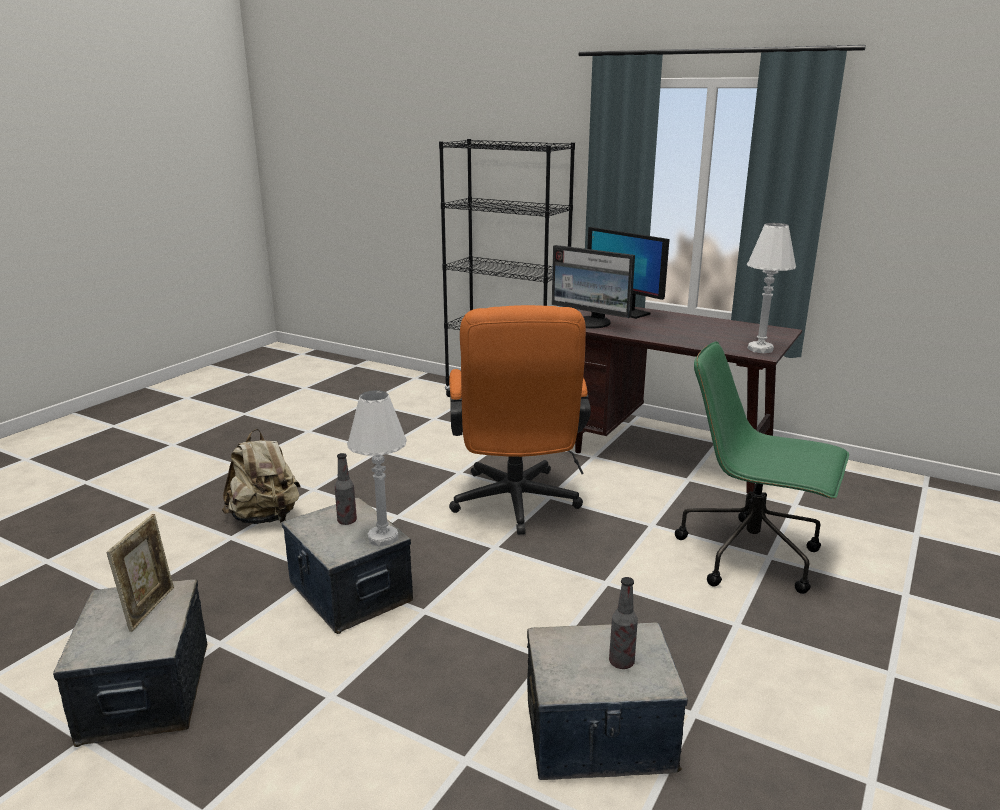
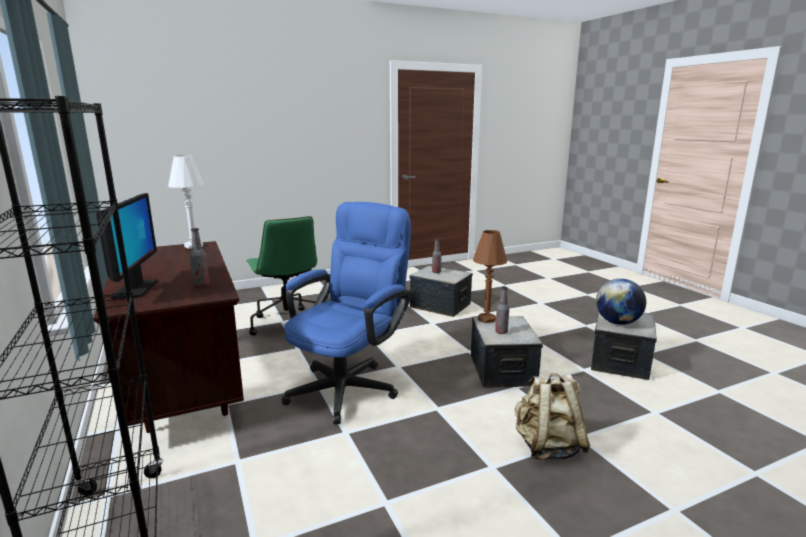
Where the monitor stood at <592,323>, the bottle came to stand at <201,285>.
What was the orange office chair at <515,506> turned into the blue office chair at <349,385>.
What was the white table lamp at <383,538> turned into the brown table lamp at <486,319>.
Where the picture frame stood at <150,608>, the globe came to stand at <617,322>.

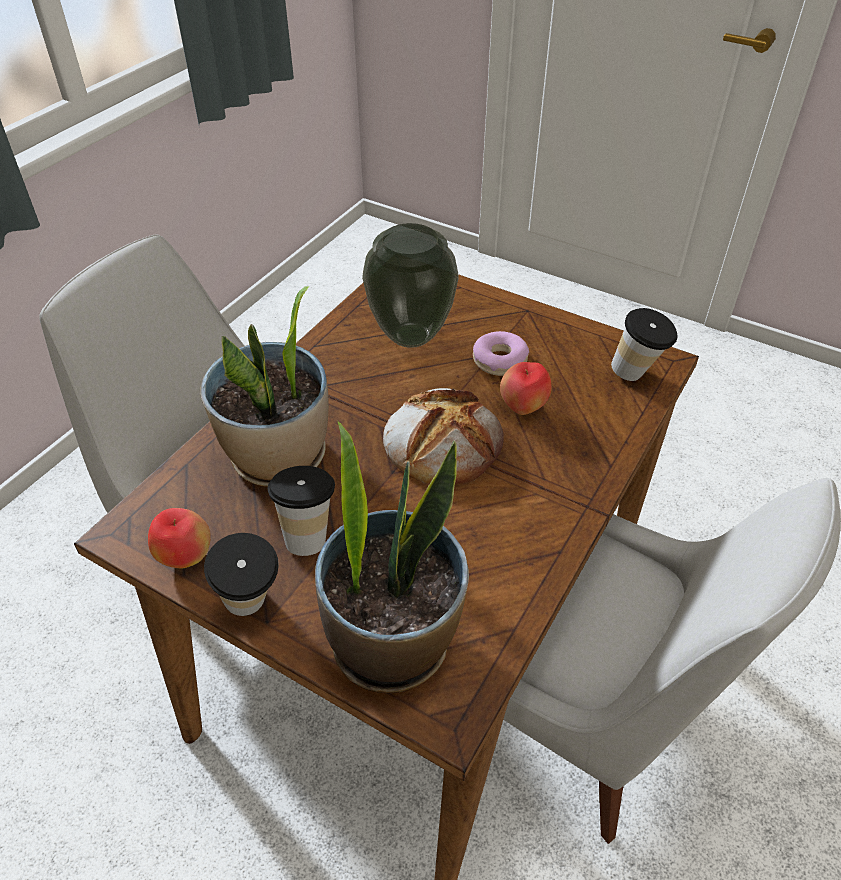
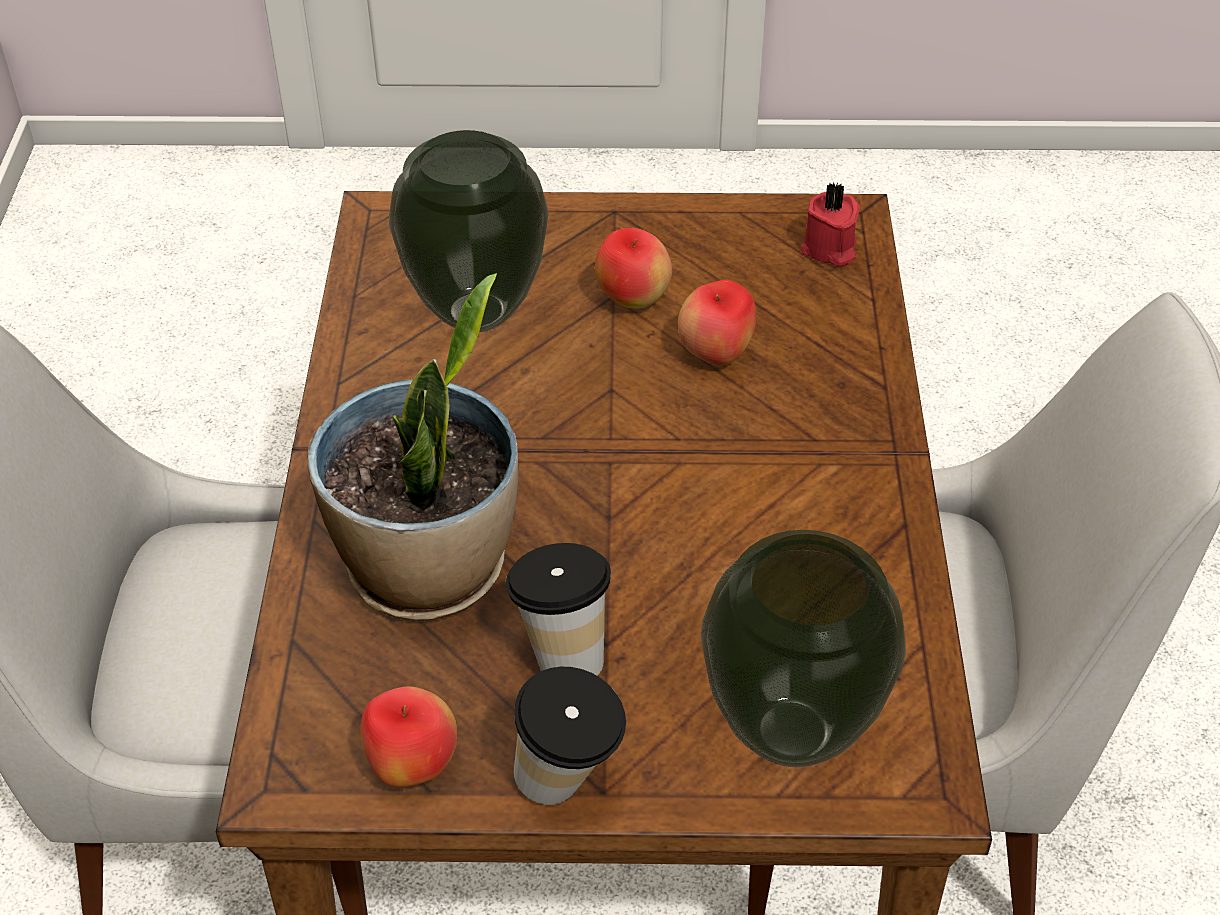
Where the cup stood at <637,374>, the red candle came to stand at <829,249>.
Where the donut stood at <500,360>, the apple came to stand at <633,300>.
The second view lost the bread at <442,441>.
Where the potted plant stood at <392,642>, the vase came to stand at <789,734>.

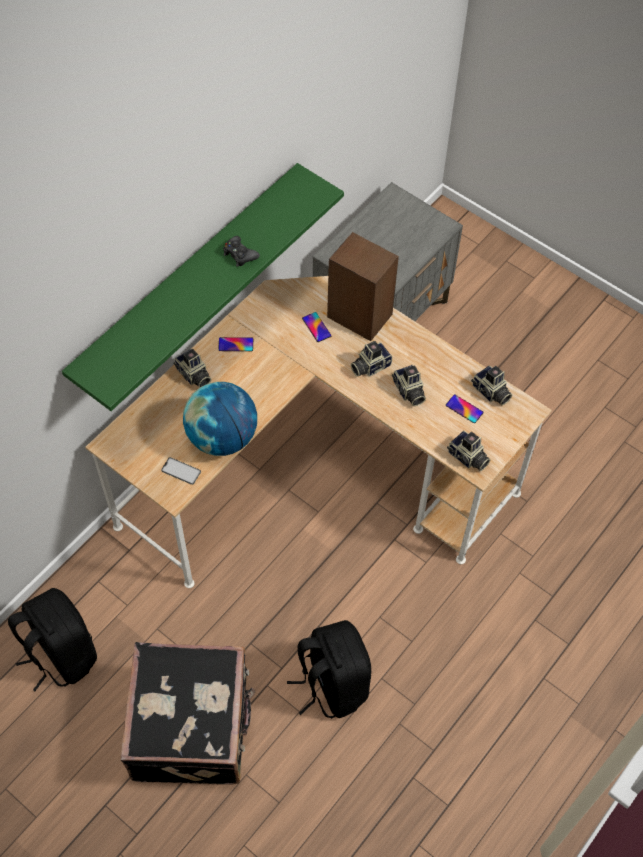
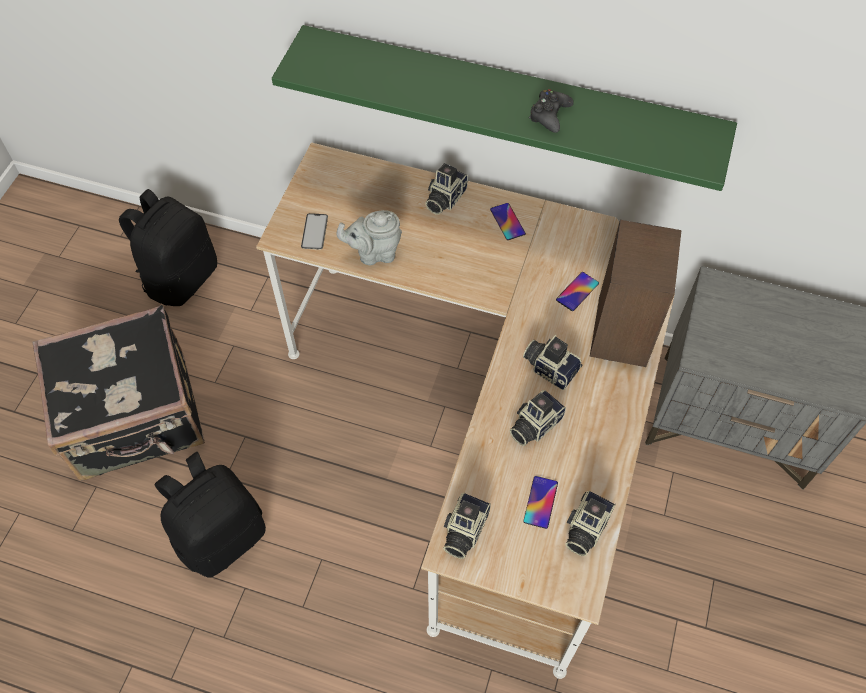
Where the globe stood at <222,437>, the grey teapot came to stand at <374,253>.

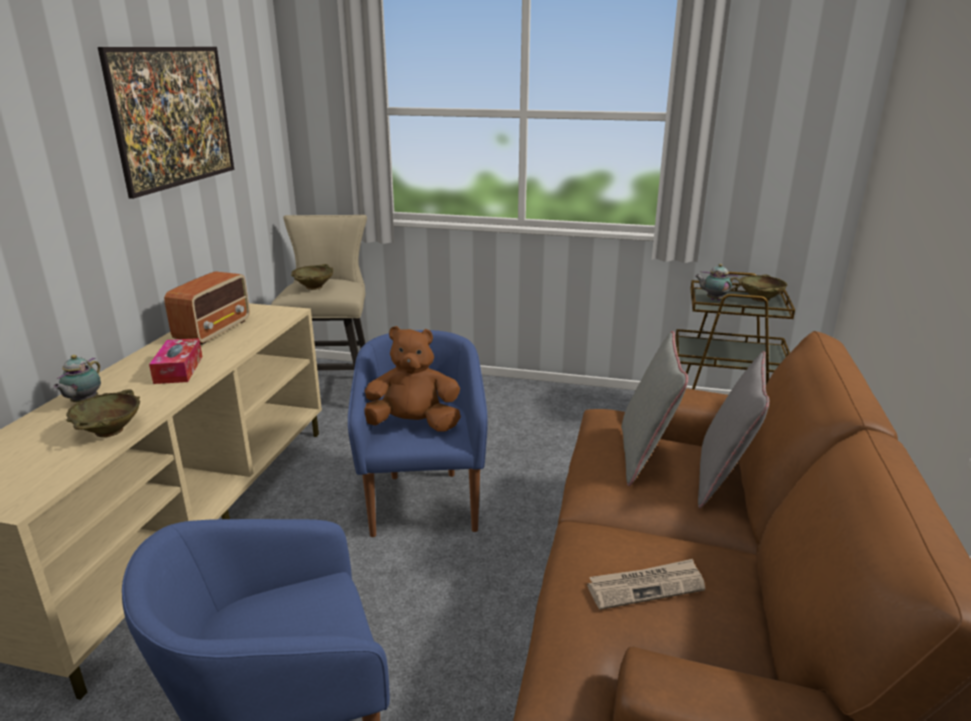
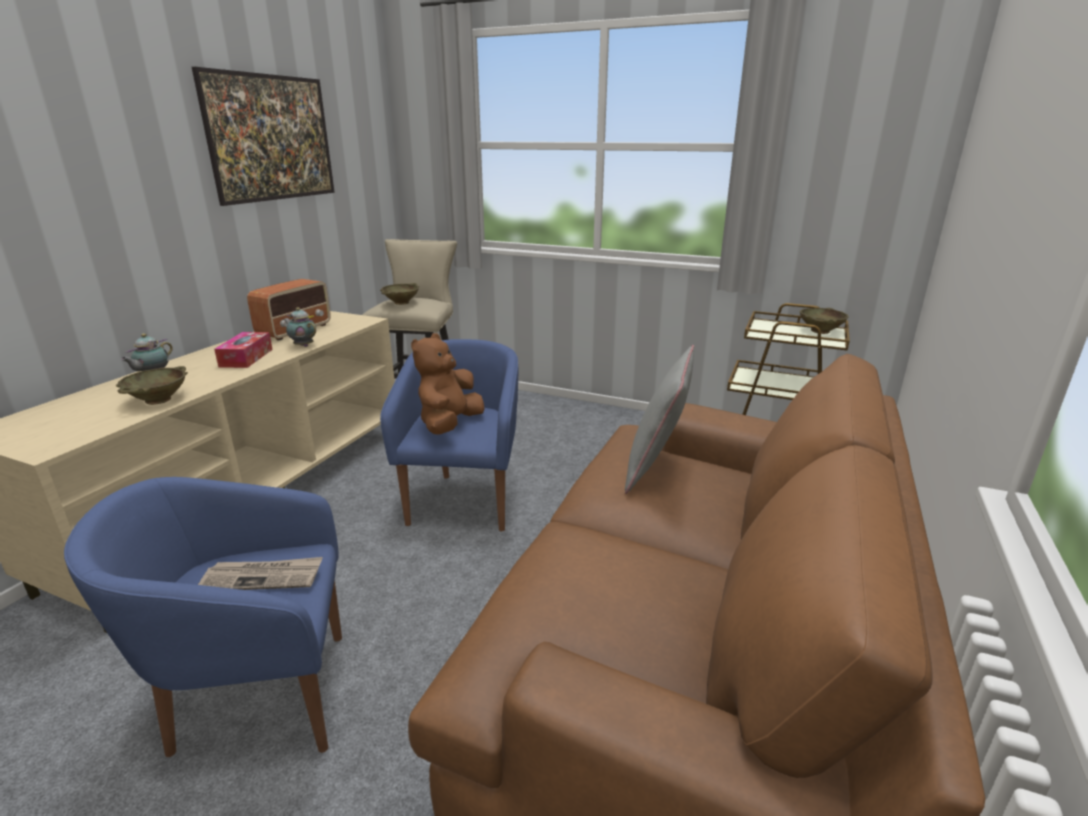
The teapot ended up elsewhere, having gone from <714,299> to <303,345>.
The brown plush toy at <412,425> ended up facing another way, 75 degrees counterclockwise from before.
The second view lost the grey pillow at <723,479>.
The newspaper ended up elsewhere, having gone from <646,586> to <263,577>.

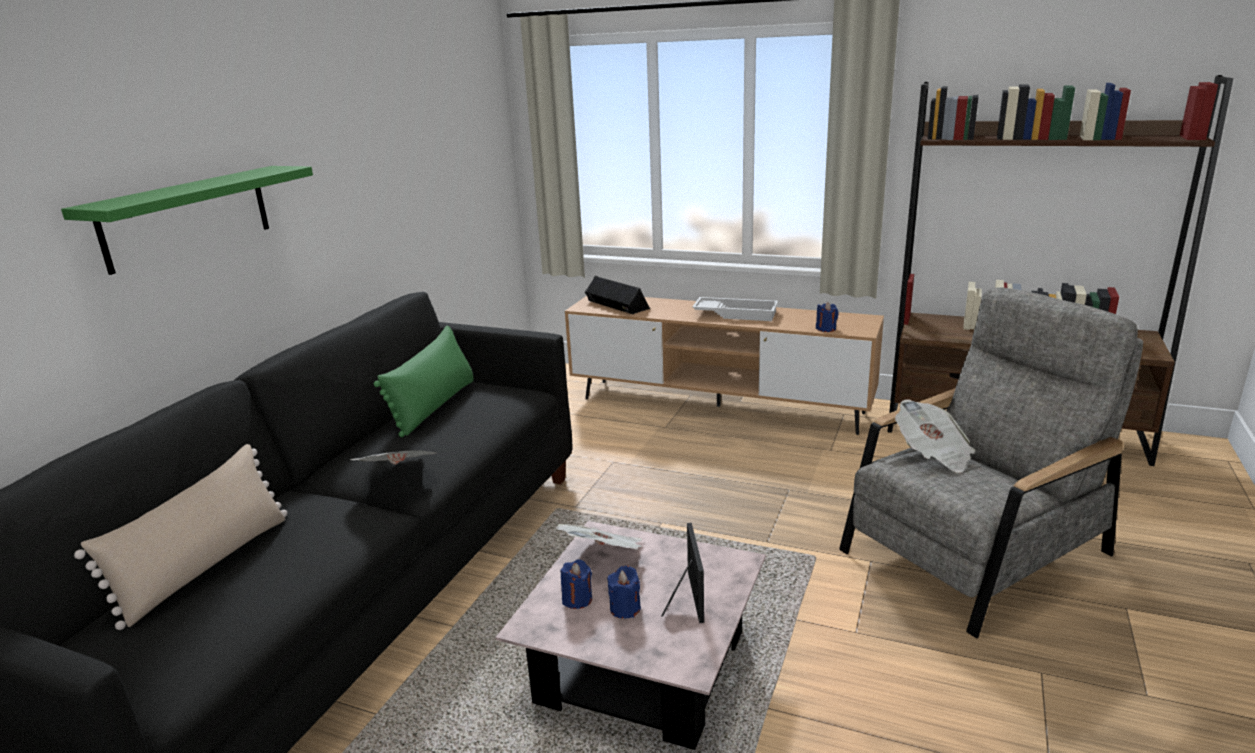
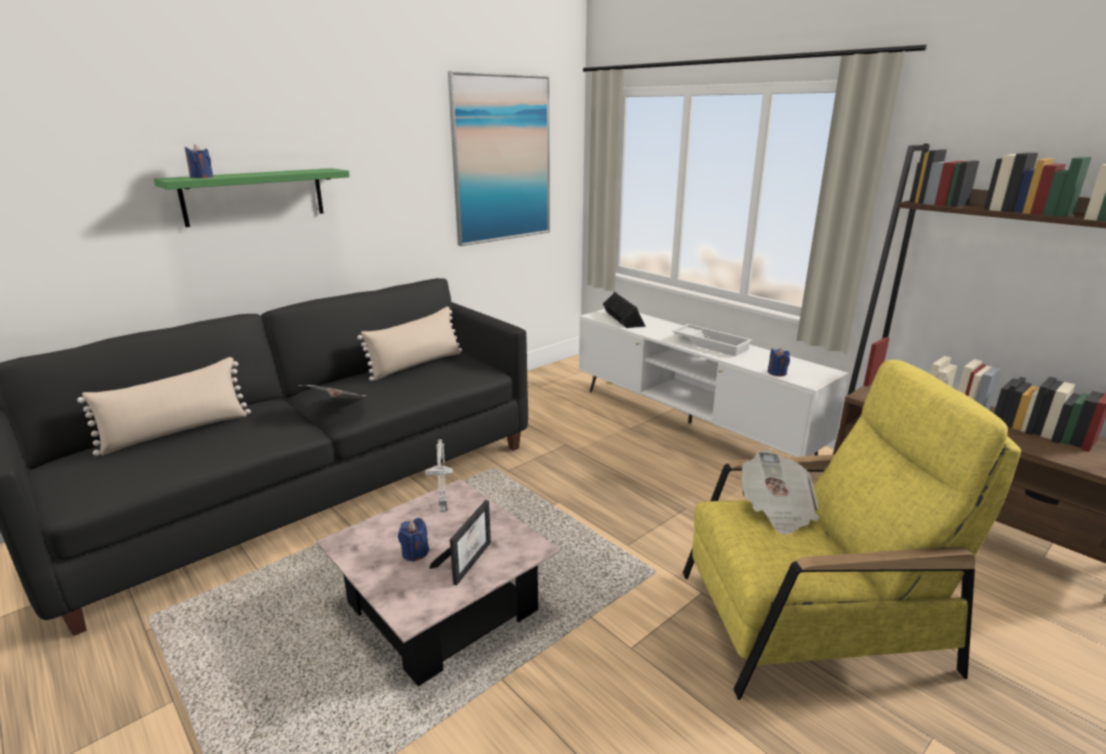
What was the grey armchair at <974,553> turned into the yellow armchair at <810,621>.
What was the brown tv stand at <718,406> turned into the white tv stand at <689,423>.
What was the green pillow at <434,406> turned into the beige pillow at <416,365>.
Where the newspaper stood at <604,556>, the grey table lamp came to stand at <443,509>.
The blue candle ended up elsewhere, having gone from <577,599> to <201,177>.
The second view gained the picture at <502,159>.

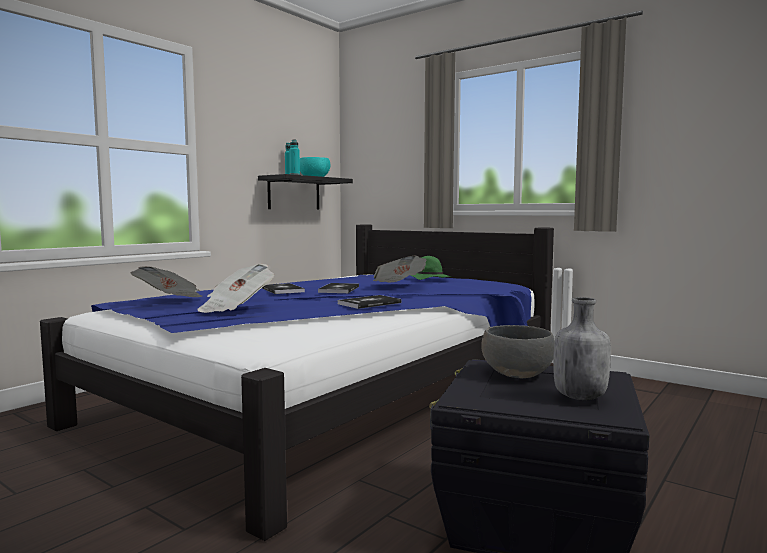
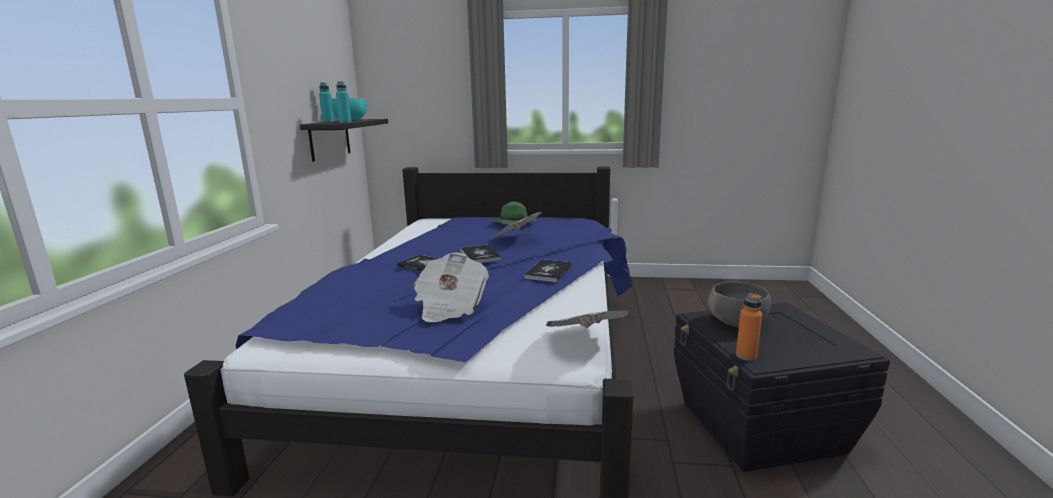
The newspaper ended up elsewhere, having gone from <170,301> to <585,340>.
The second view lost the grey bottle at <579,397>.
The second view gained the orange bottle at <746,356>.

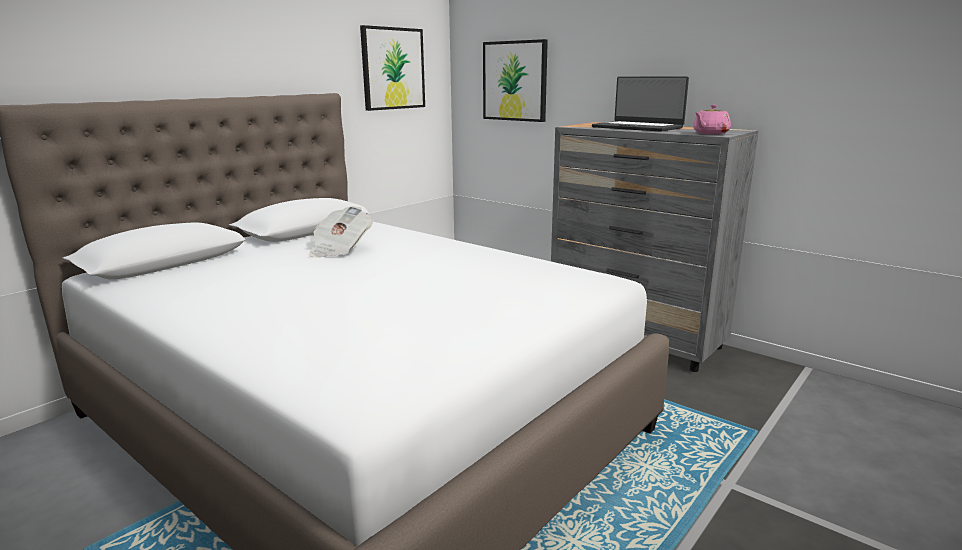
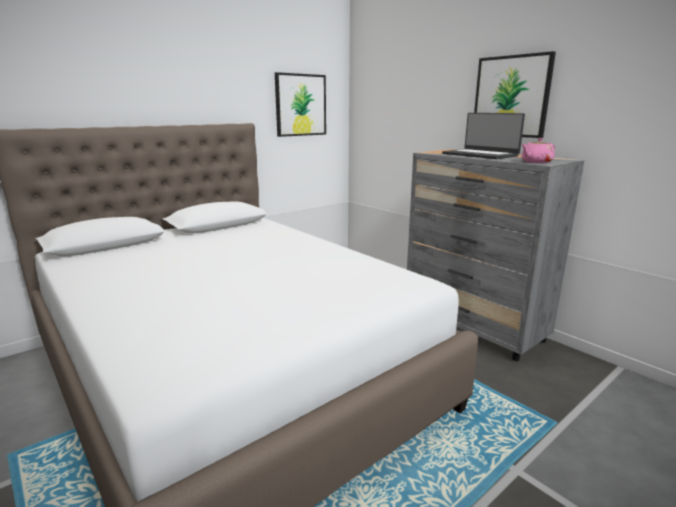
The picture ended up elsewhere, having gone from <515,81> to <511,96>.
The second view lost the newspaper at <339,249>.

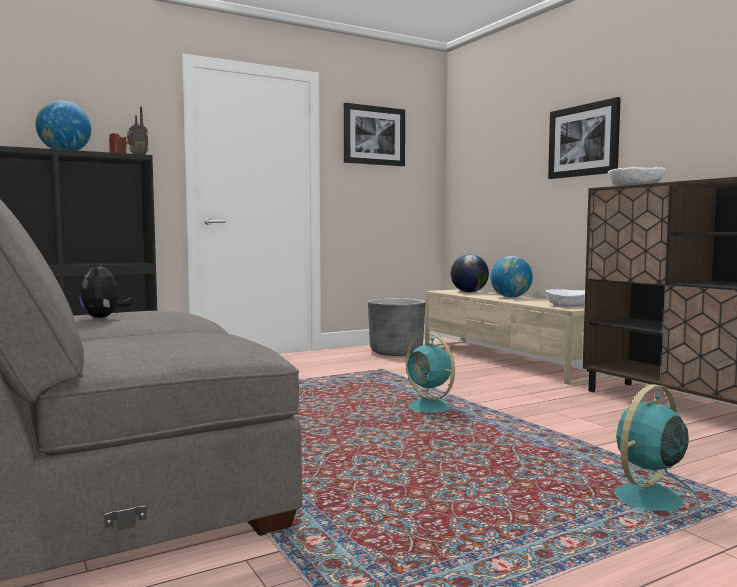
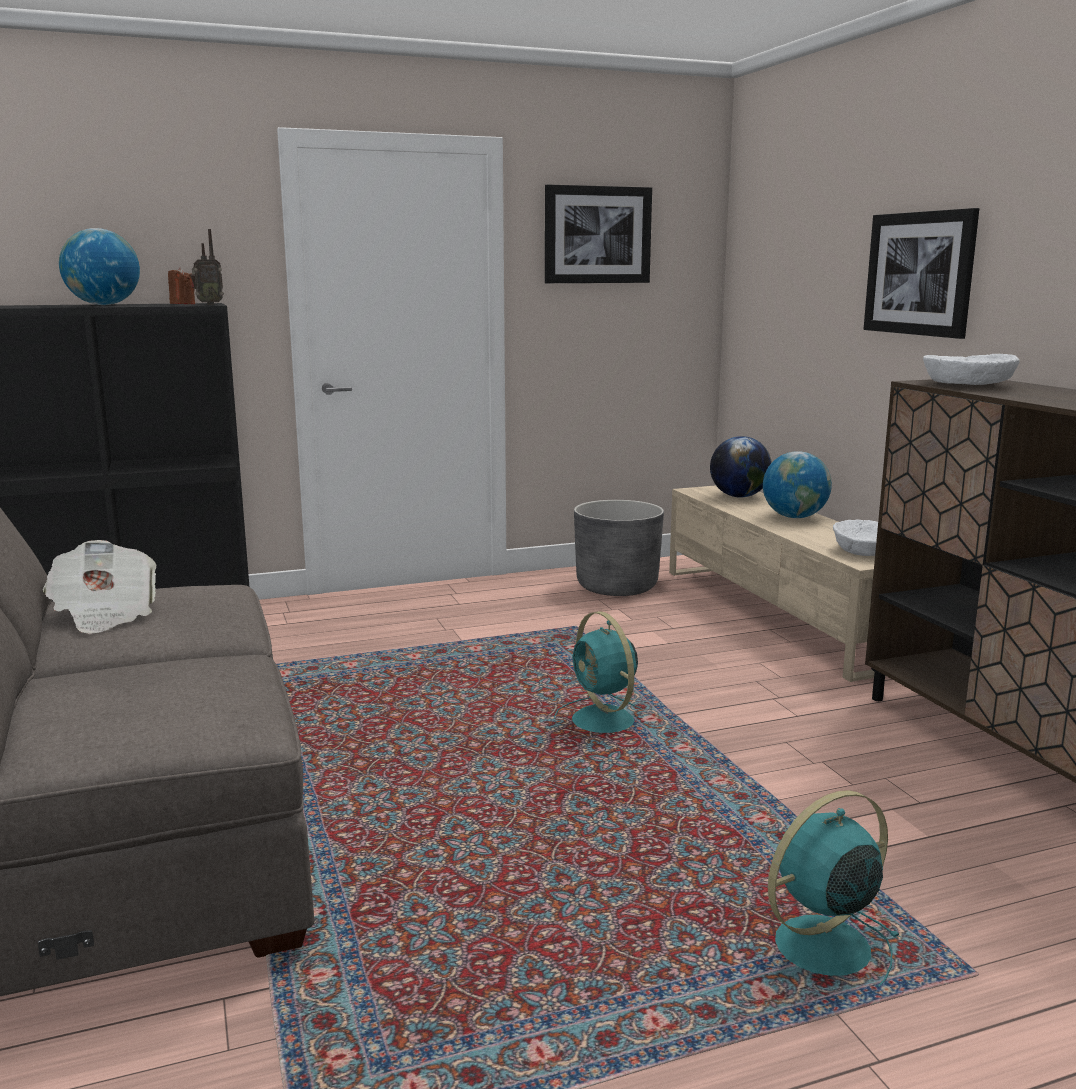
Where the plush toy stood at <103,317>, the newspaper came to stand at <105,614>.

